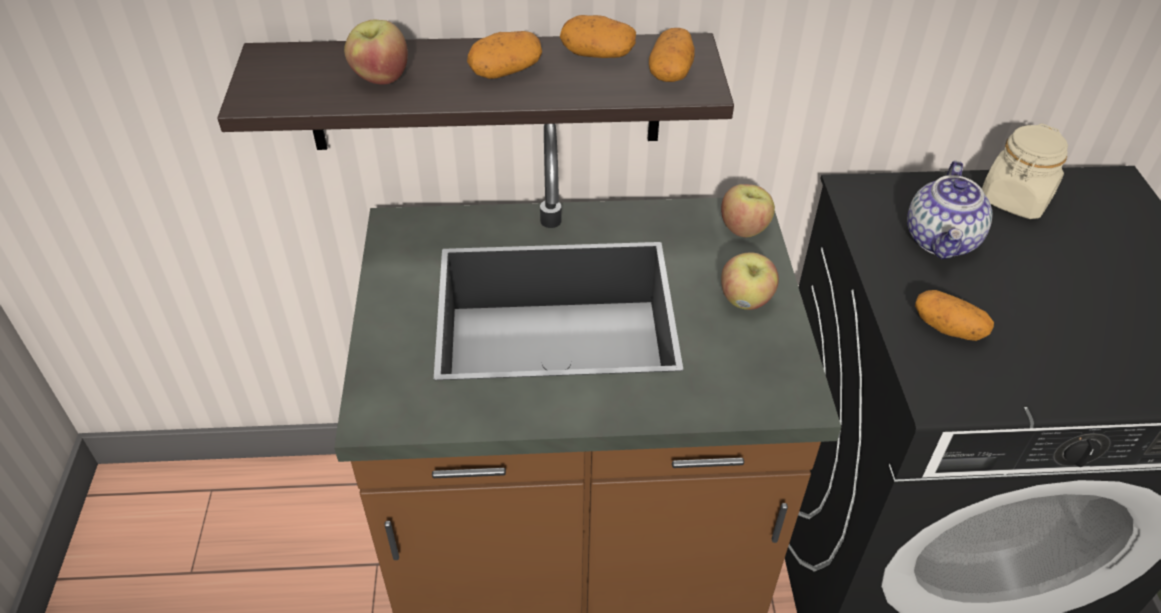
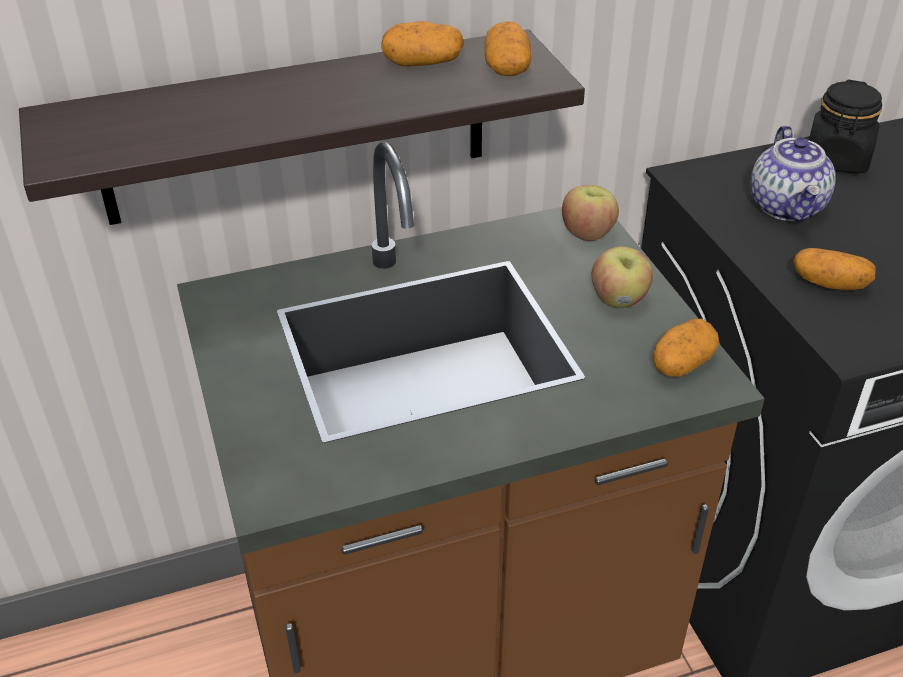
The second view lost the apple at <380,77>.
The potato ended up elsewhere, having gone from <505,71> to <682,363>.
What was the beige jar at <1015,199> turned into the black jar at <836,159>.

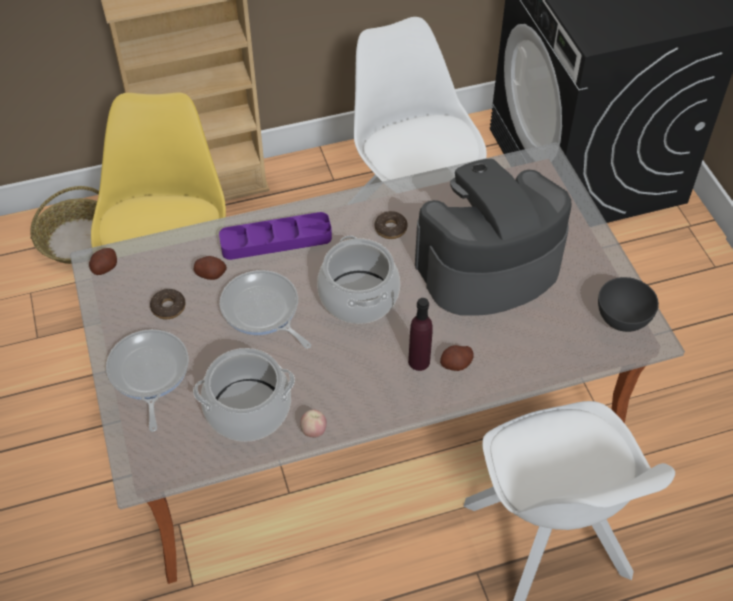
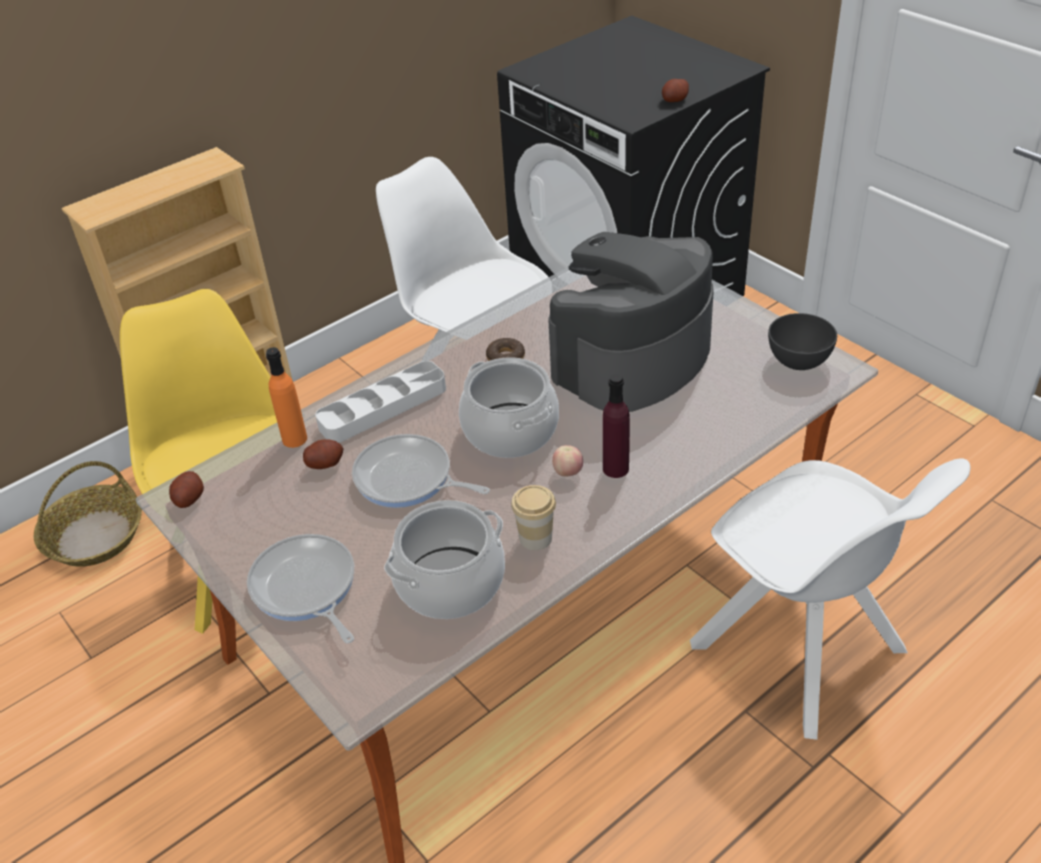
What was the purple tray at <276,240> turned into the grey tray at <383,407>.
The second view lost the donut at <168,307>.
The potato ended up elsewhere, having gone from <456,364> to <675,100>.
The apple ended up elsewhere, having gone from <314,431> to <568,472>.
The second view gained the orange bottle at <294,439>.
The second view gained the cup at <535,538>.

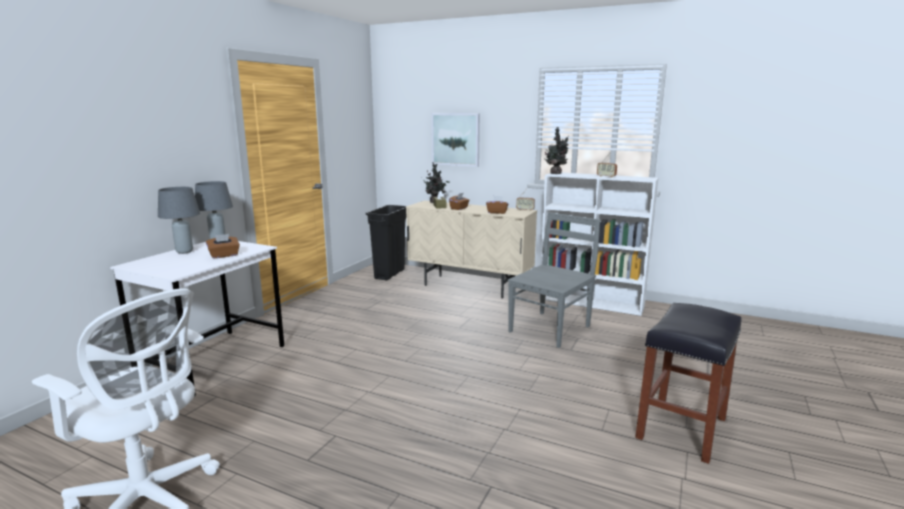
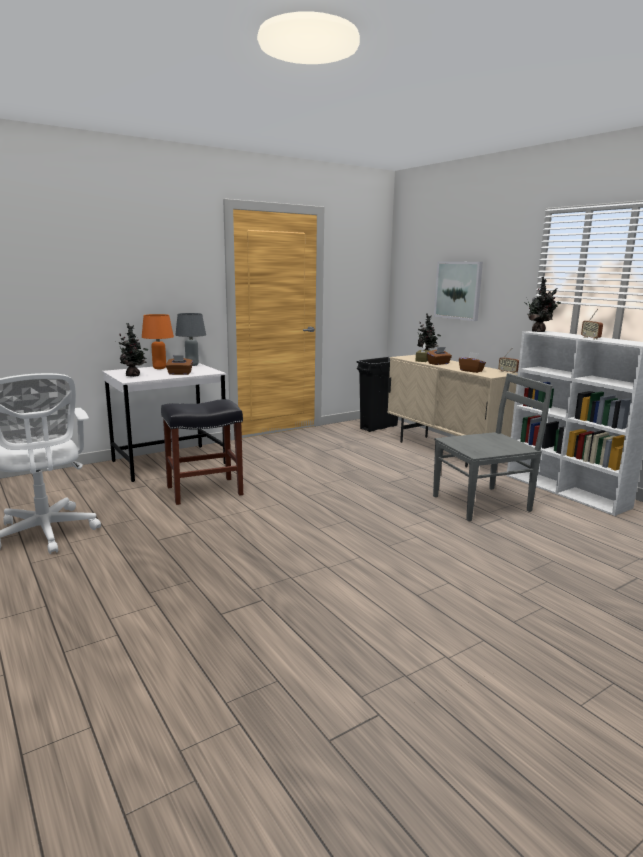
What was the grey table lamp at <184,252> turned into the orange table lamp at <159,368>.
The black stool ended up elsewhere, having gone from <682,429> to <203,491>.
The second view gained the potted plant at <134,375>.

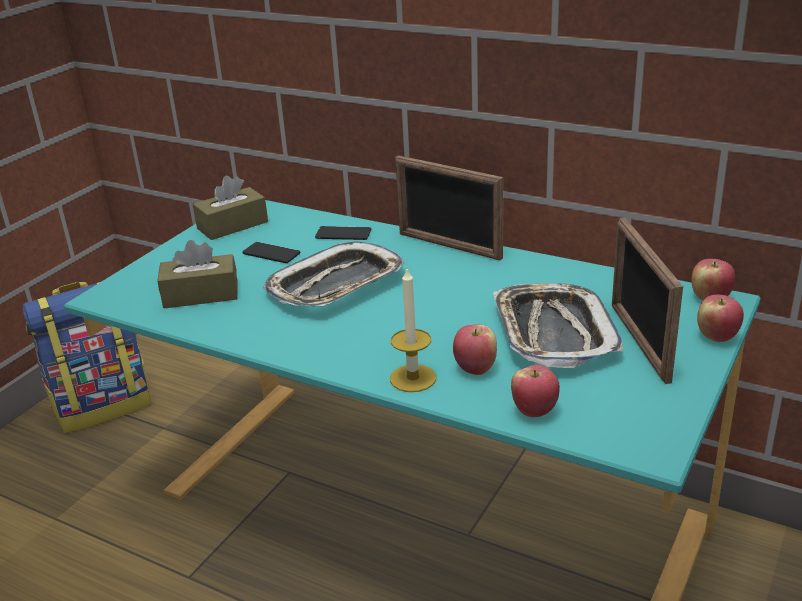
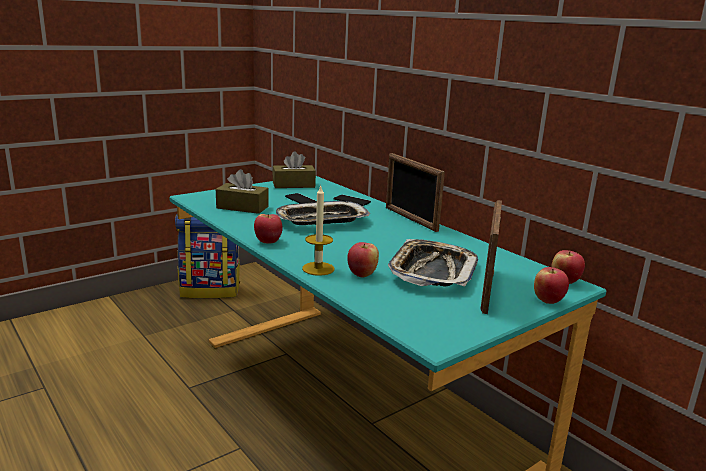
The apple ended up elsewhere, having gone from <534,411> to <268,241>.

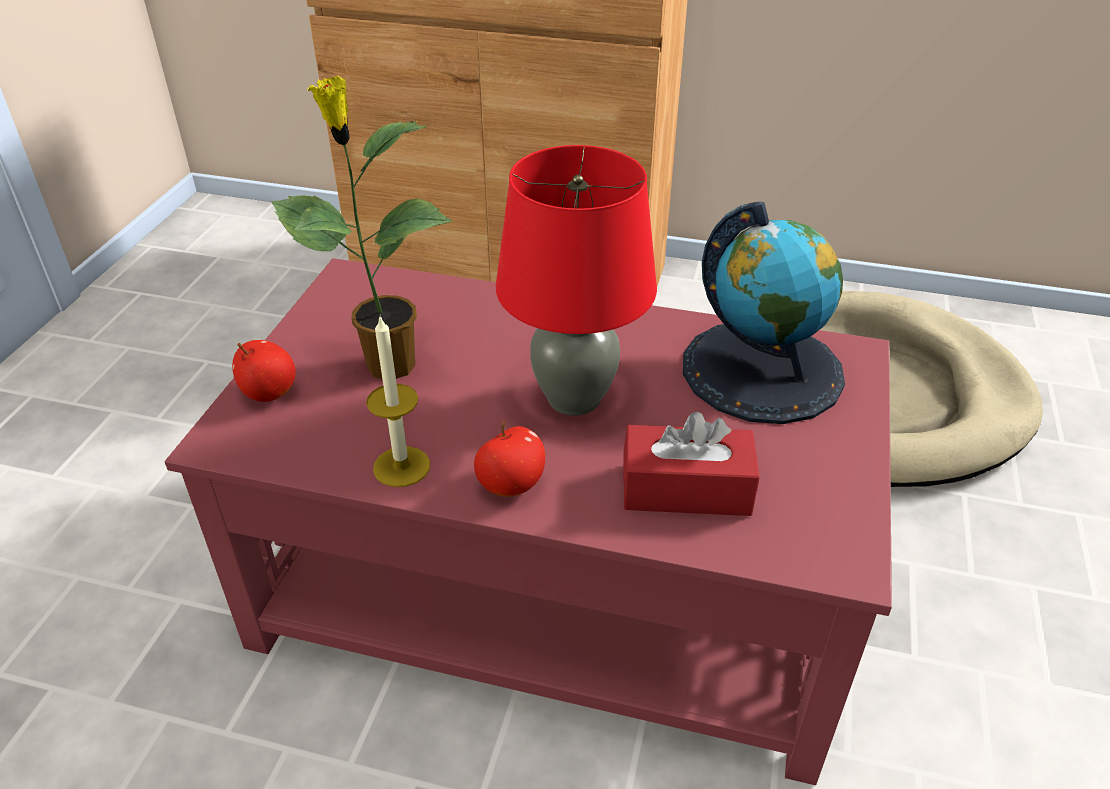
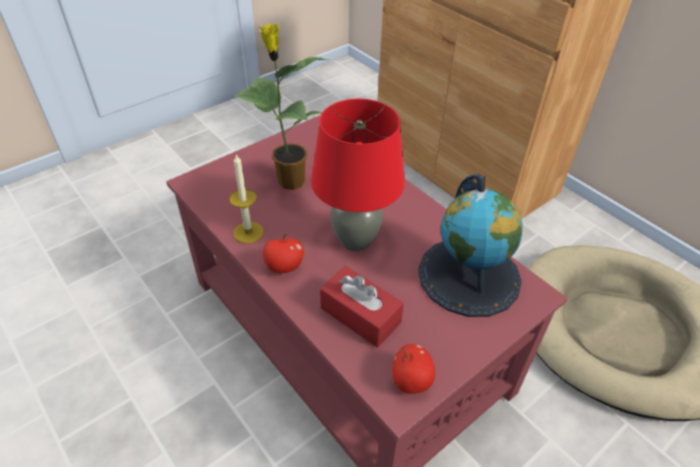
The apple ended up elsewhere, having gone from <269,393> to <411,380>.

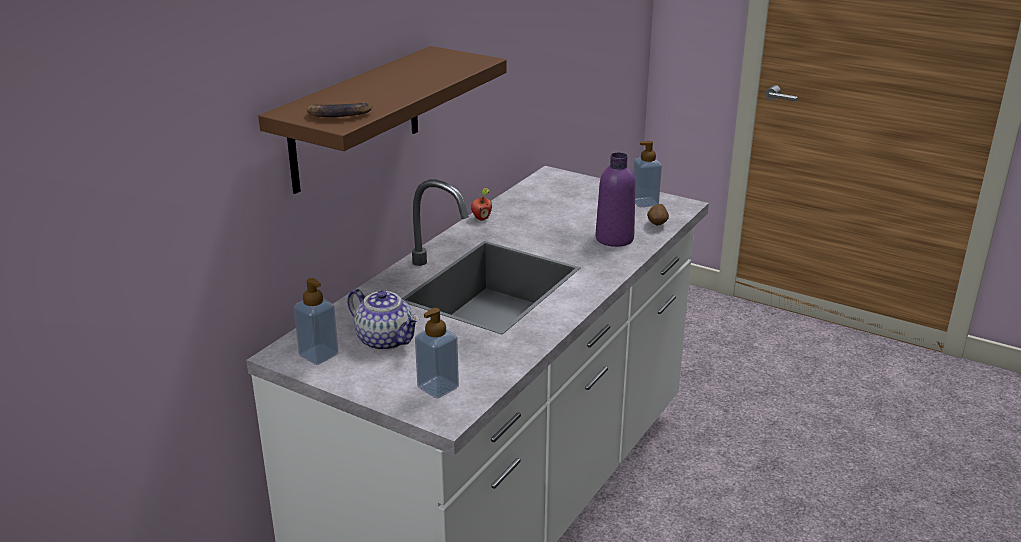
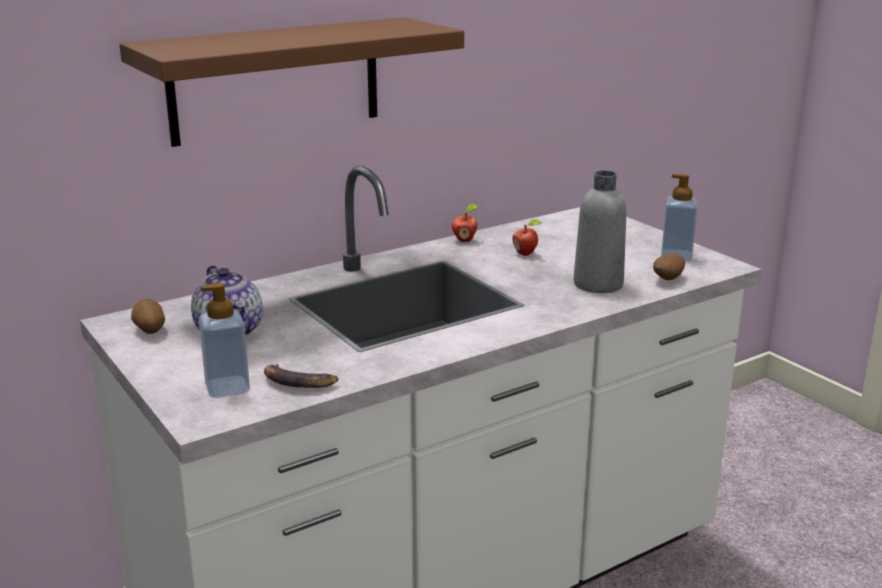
The banana ended up elsewhere, having gone from <338,115> to <298,382>.
What was the purple bottle at <614,239> turned into the grey bottle at <598,284>.
Where the soap dispenser stood at <319,355>, the potato came to stand at <149,330>.
The second view gained the apple at <526,254>.

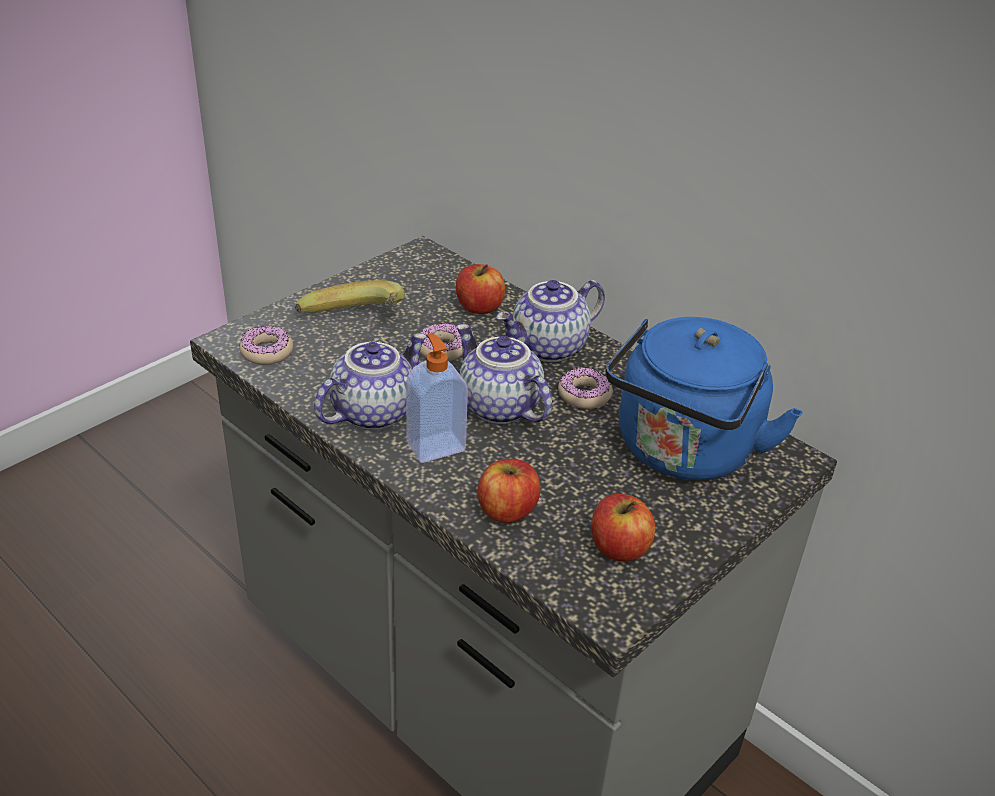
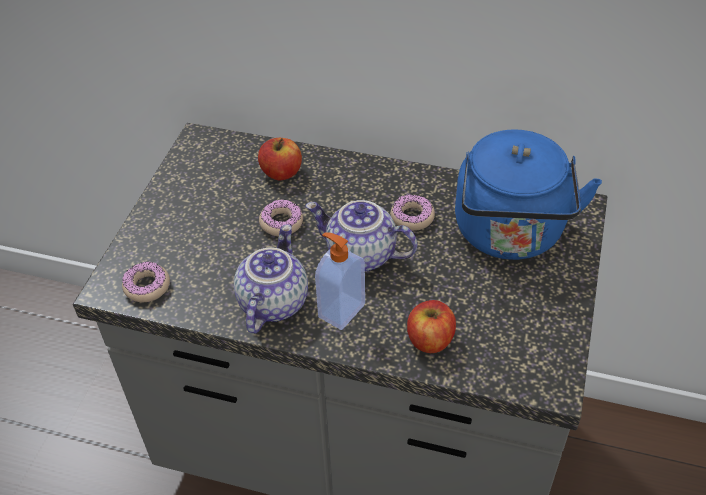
The second view lost the banana at <354,325>.
The second view lost the teapot at <549,348>.
The second view lost the apple at <619,547>.

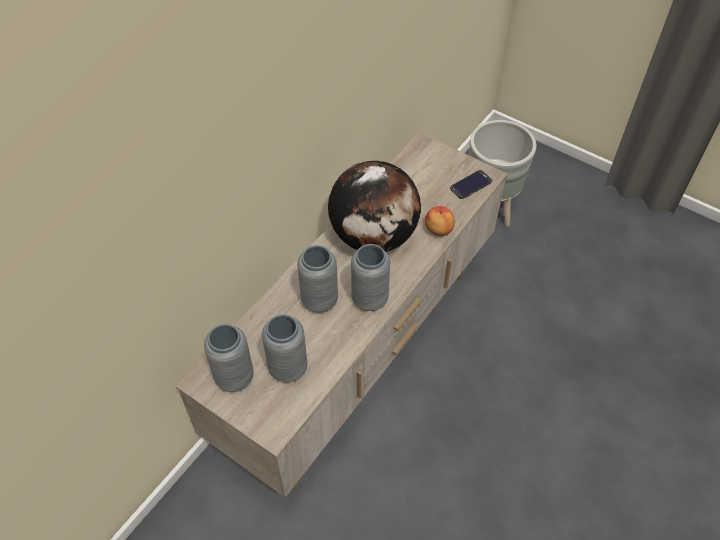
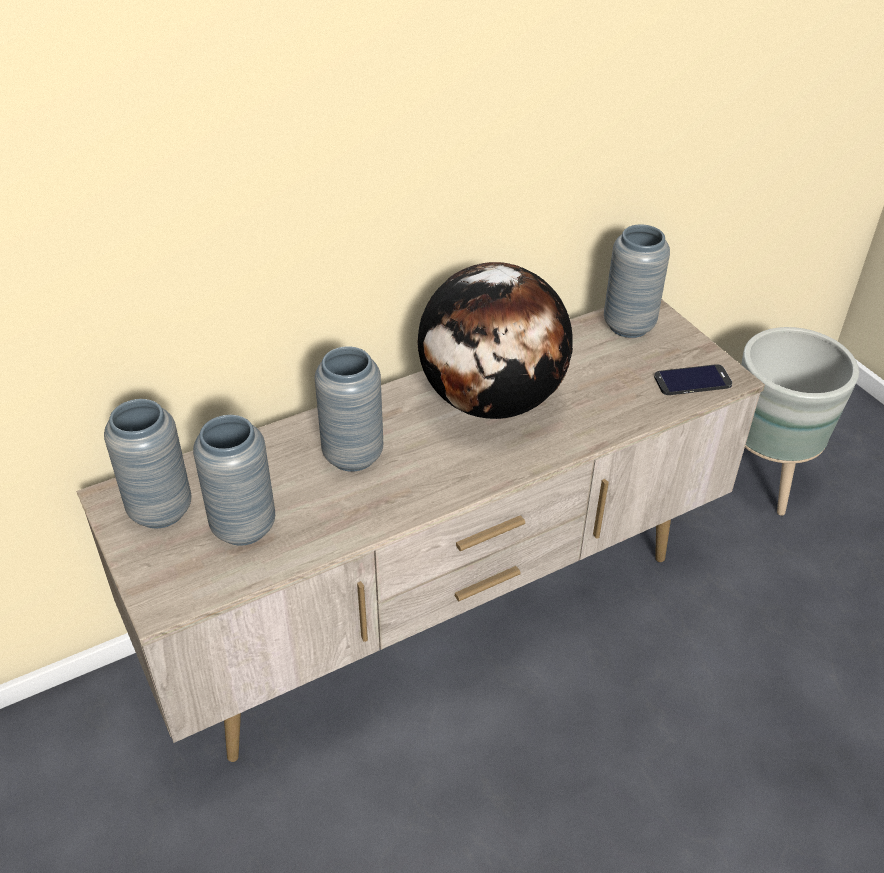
The second view lost the apple at <438,230>.
The grey vase ended up elsewhere, having gone from <370,299> to <628,326>.

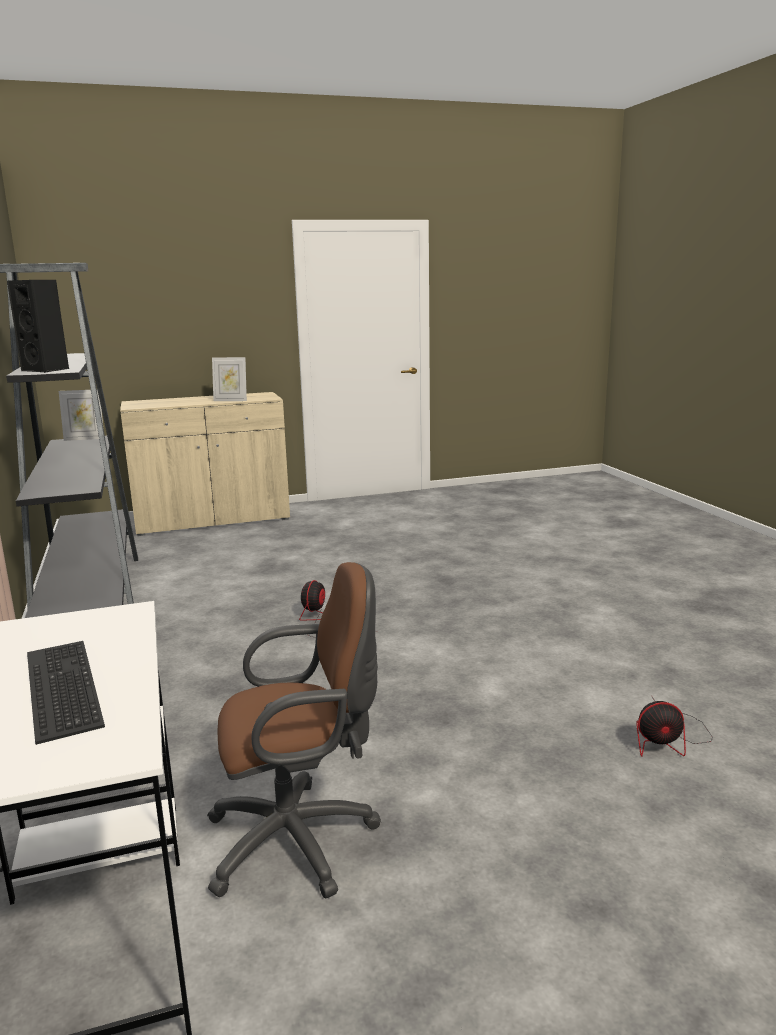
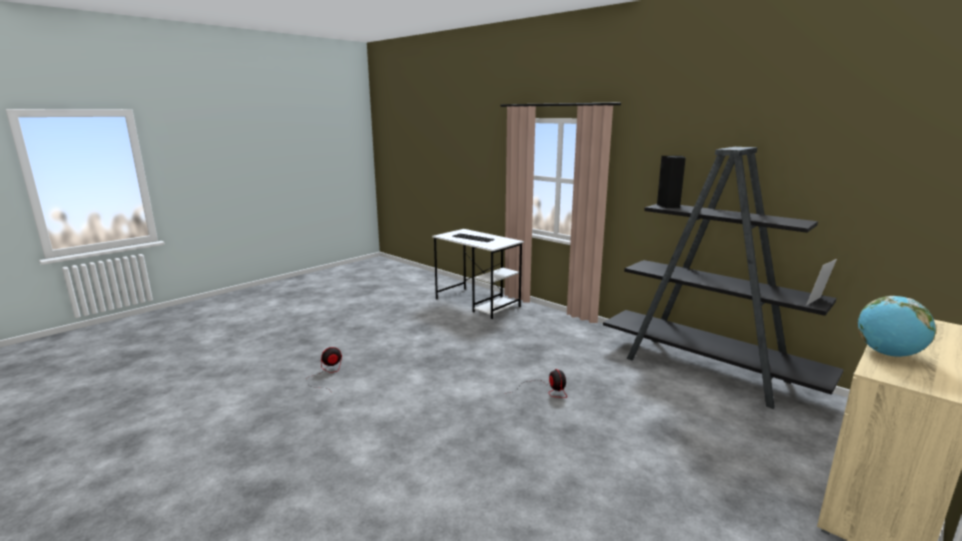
Where the picture frame stood at <231,400>, the globe came to stand at <888,354>.
The second view lost the brown office chair at <300,839>.

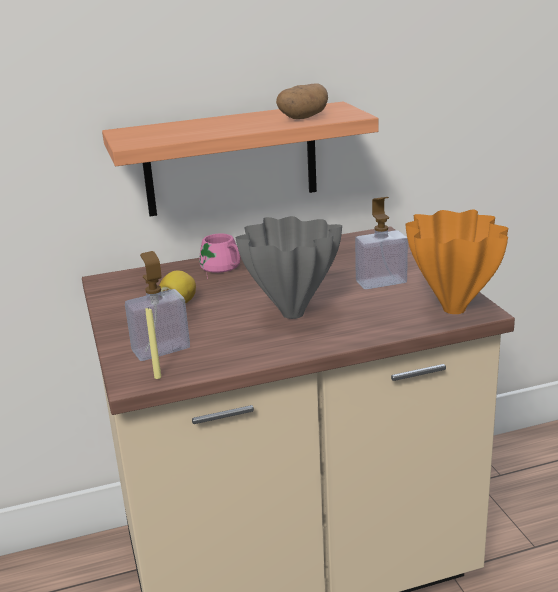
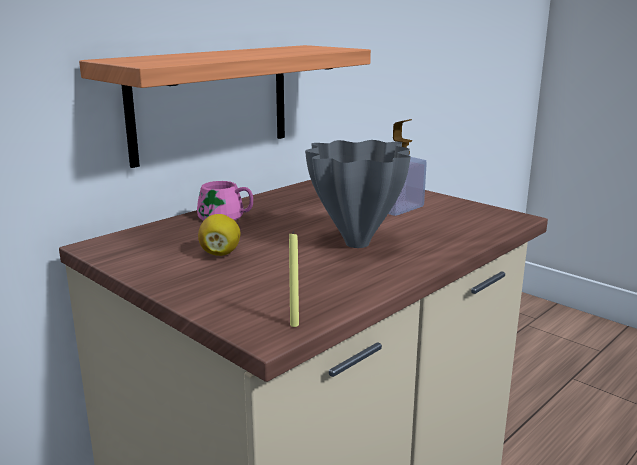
The second view lost the potato at <302,118>.
The second view lost the orange vase at <452,308>.
The second view lost the soap dispenser at <161,349>.

